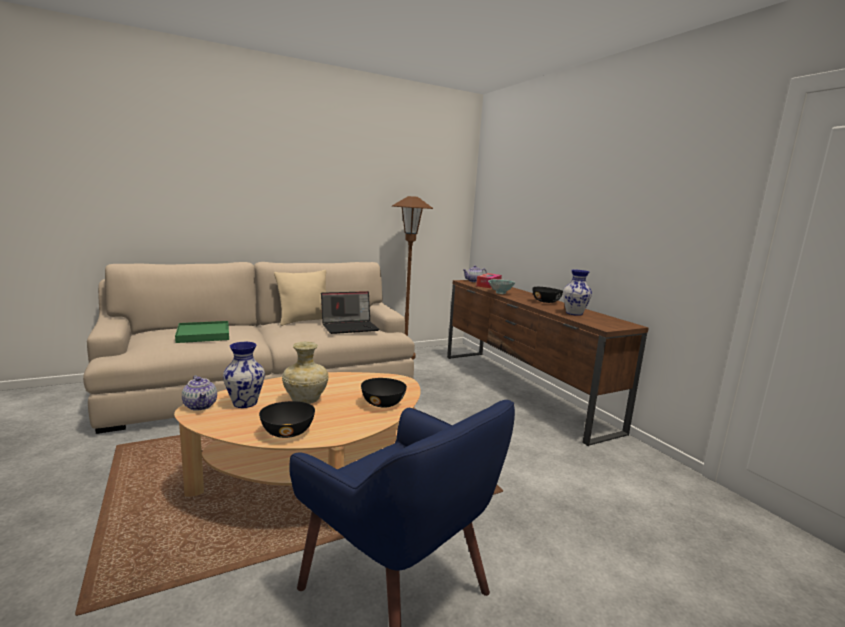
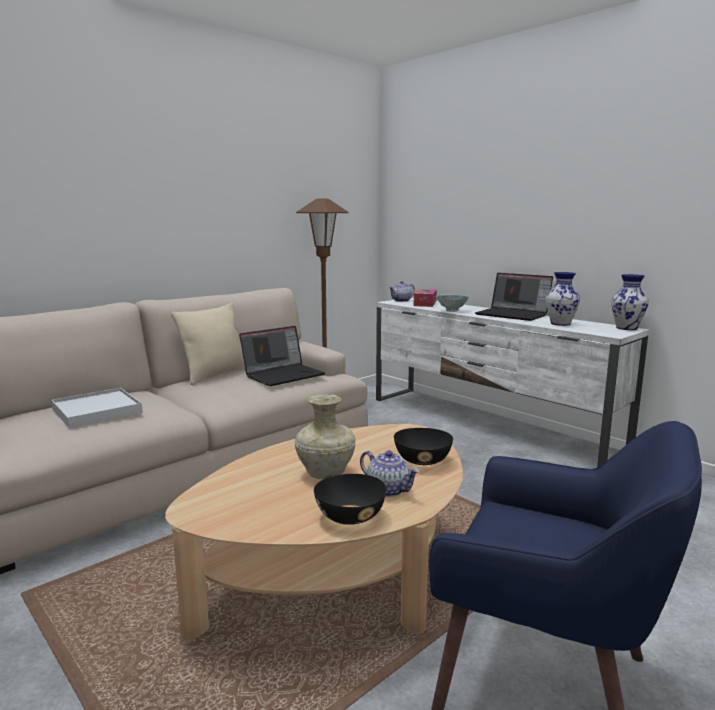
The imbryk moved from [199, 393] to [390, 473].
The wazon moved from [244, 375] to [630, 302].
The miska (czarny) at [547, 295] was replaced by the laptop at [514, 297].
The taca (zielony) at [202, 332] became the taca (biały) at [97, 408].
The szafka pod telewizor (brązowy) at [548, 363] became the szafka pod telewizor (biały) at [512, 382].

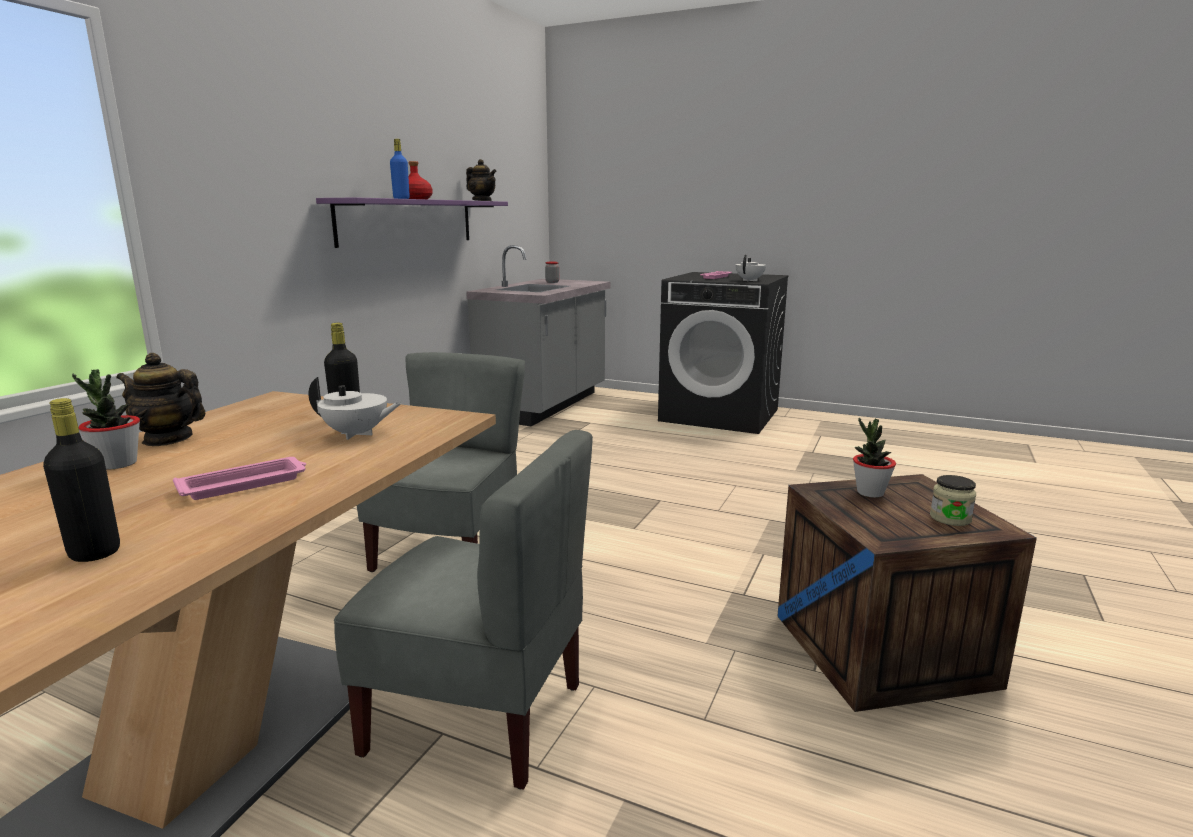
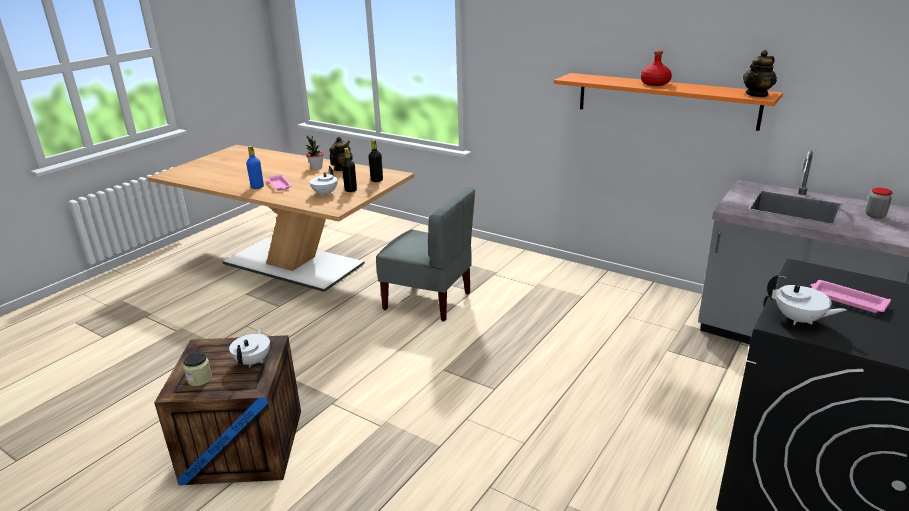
The krzesło (szary) at [463, 610] disappeared.
The butelka (czarny) moved from [81, 480] to [375, 160].
The butelka (niebieski) moved from [400, 169] to [255, 167].
The roślina doniczkowa at [874, 458] was replaced by the imbryk (biały) at [249, 347].
The półka (fioletowy) at [412, 222] became the półka (pomarańczowy) at [668, 102].

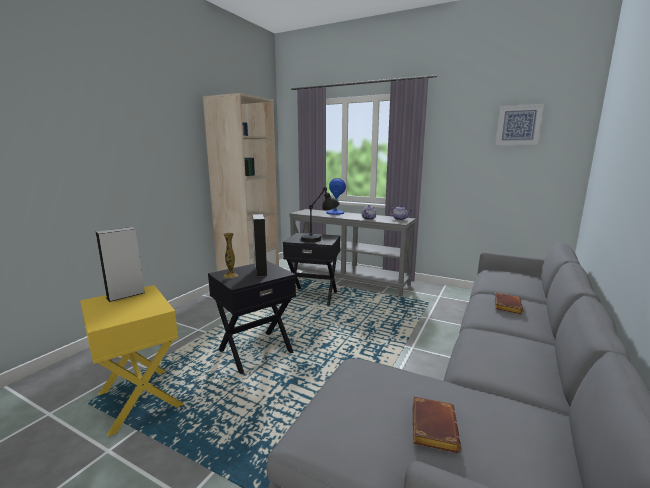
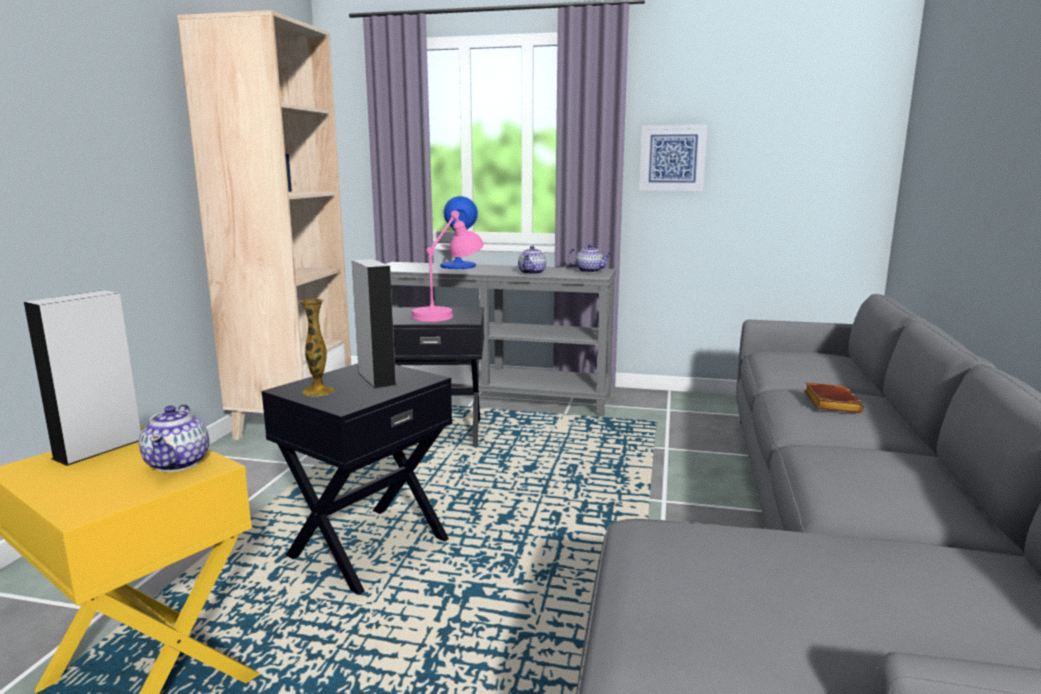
The książka (brązowy) at [436, 425] disappeared.
The imbryk at [174, 438] appeared.
The obraz moved from [520, 124] to [673, 158].
The lampa stołowa (czarny) at [320, 214] became the lampa stołowa (różowy) at [447, 266].

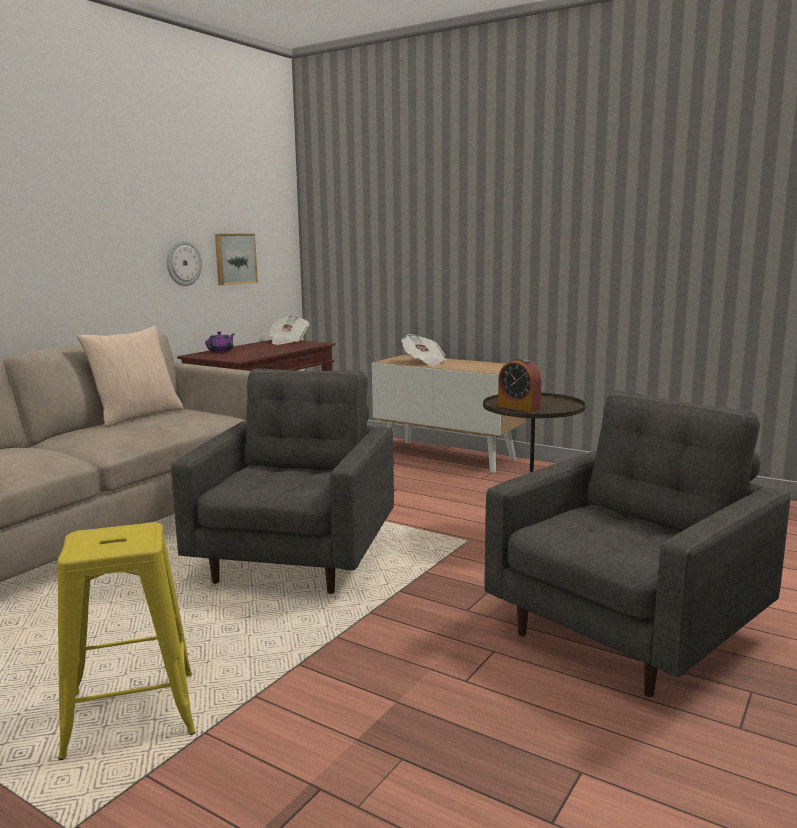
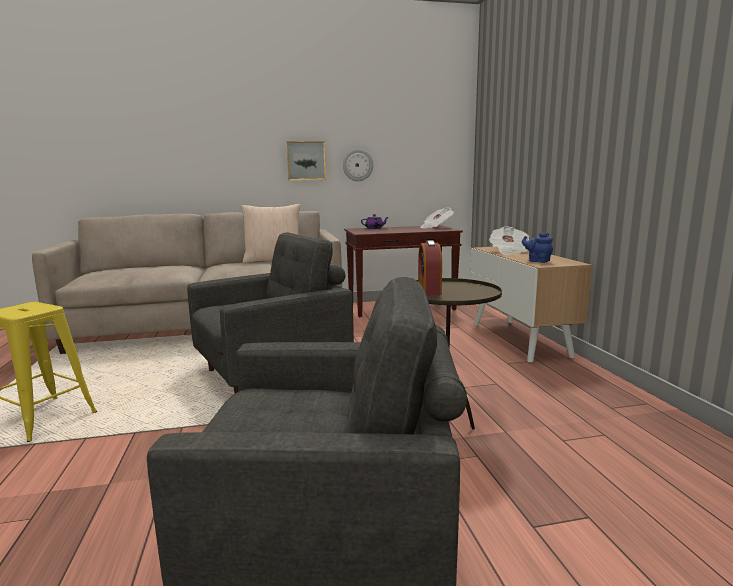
The imbryk (niebieski) at [537, 247] appeared.
The obraz moved from [236, 259] to [306, 161].

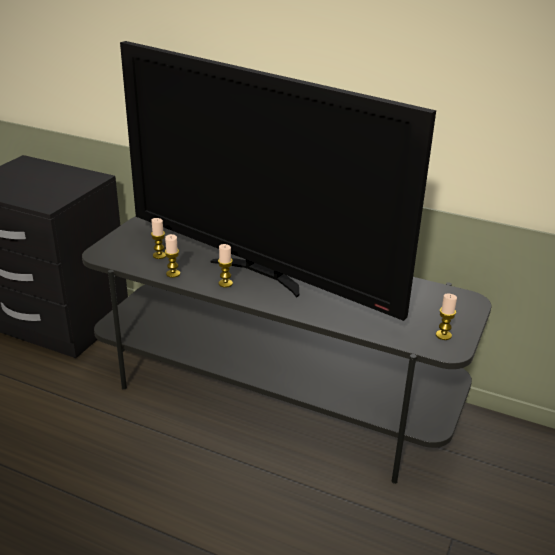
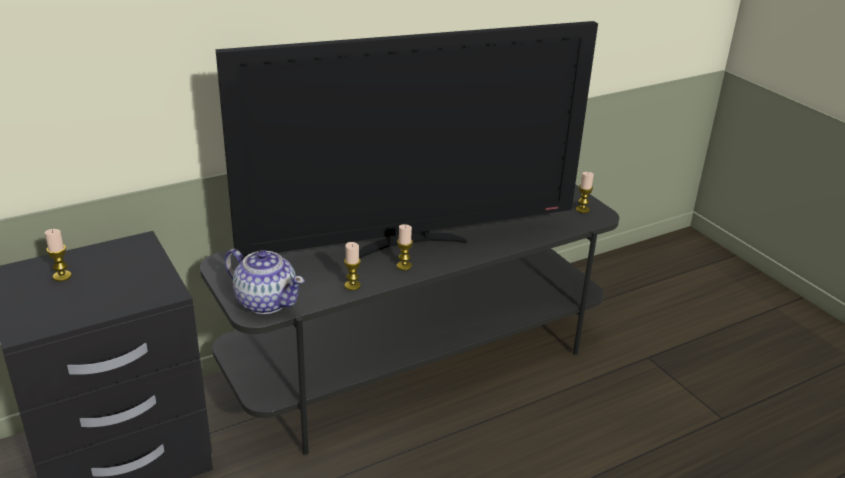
The imbryk at [265, 281] appeared.
The świeca moved from [158, 238] to [58, 255].

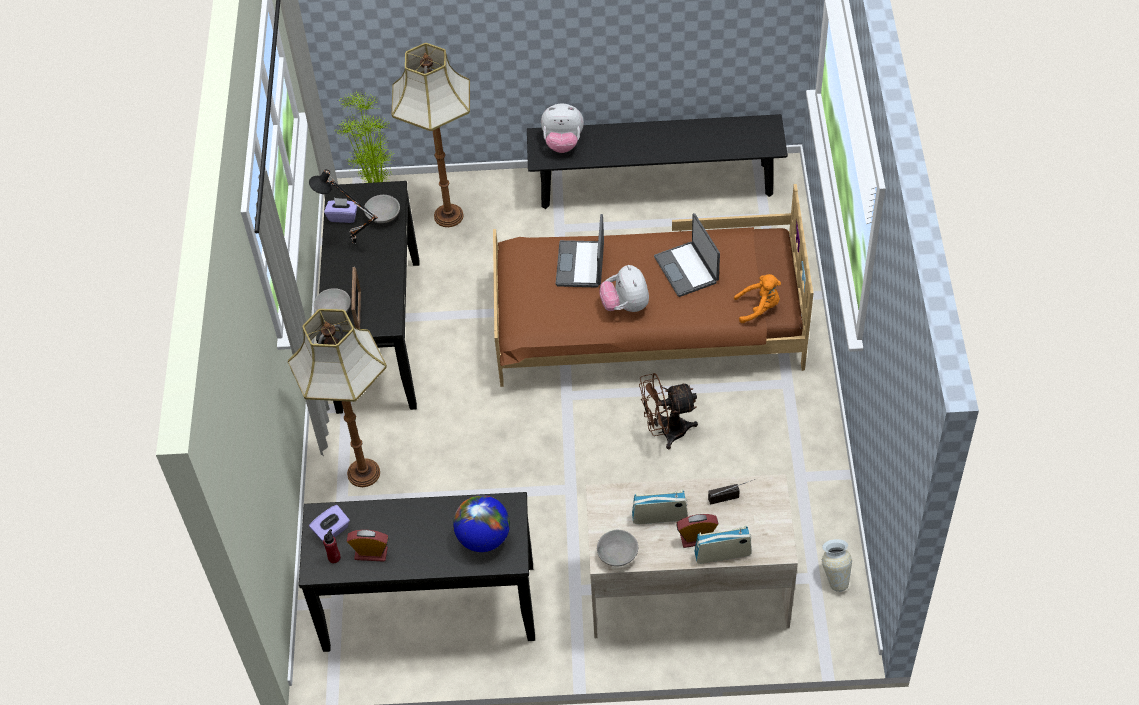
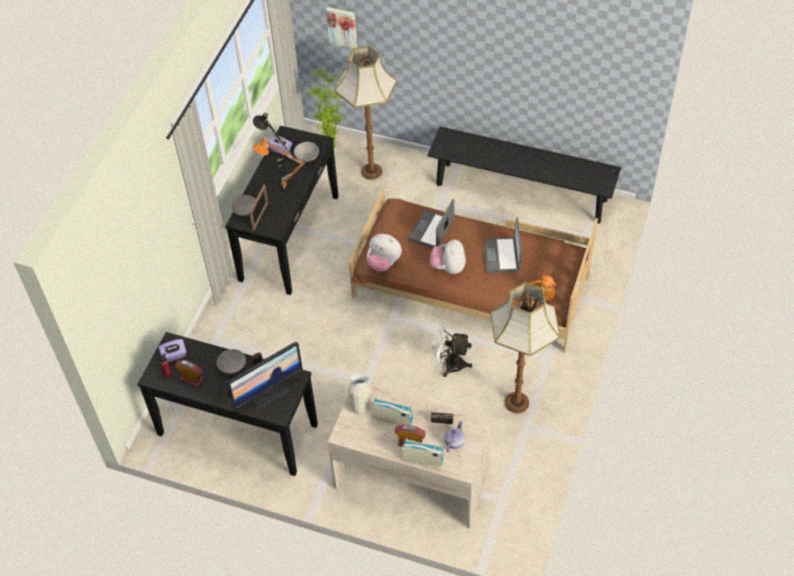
The lampa stołowa (pomarańczowy) at [279, 162] appeared.
The obraz at [341, 27] appeared.
The imbryk at [454, 436] appeared.
The lampa stojąca moved from [337, 398] to [525, 348].
The pluszak moved from [562, 128] to [384, 253].
The miska (szary) moved from [617, 548] to [231, 361].
The wazon moved from [837, 565] to [359, 393].
The globus at [481, 523] was replaced by the monitor at [265, 376].
The wentylator (brązowy) at [668, 411] became the wentylator (biały) at [451, 348].

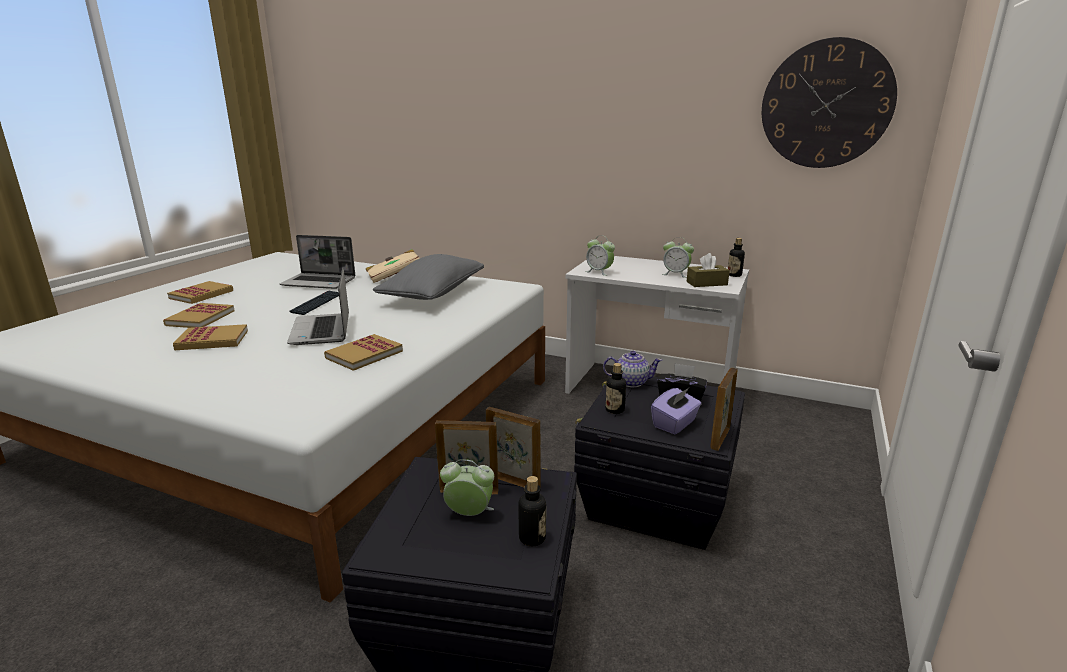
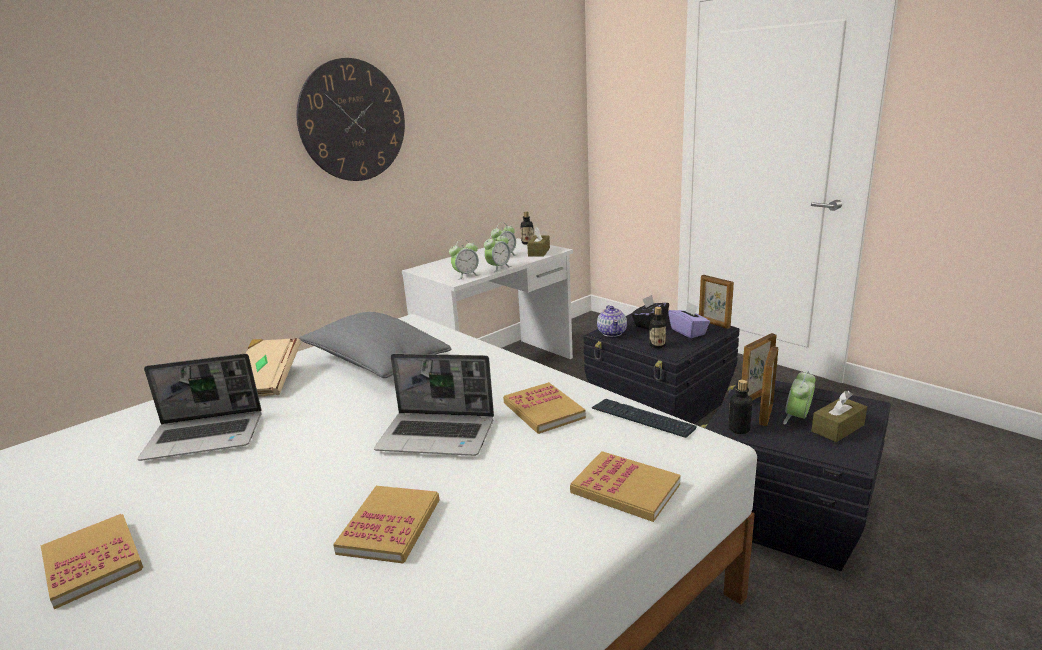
The budzik at [498, 252] appeared.
The pudełko chusteczek (brązowy) at [839, 416] appeared.
The książka moved from [198, 315] to [625, 486].
The klawiatura moved from [314, 302] to [644, 418].
The butelka moved from [532, 511] to [740, 407].
The zegar ścienny moved from [829, 102] to [351, 119].
The laptop at [318, 262] turned 45 degrees clockwise.
The imbryk at [632, 369] turned 150 degrees clockwise.

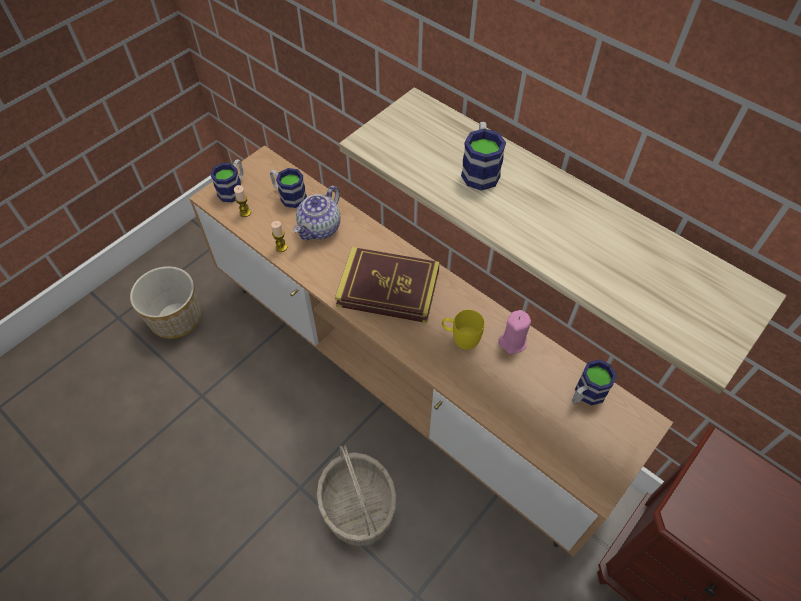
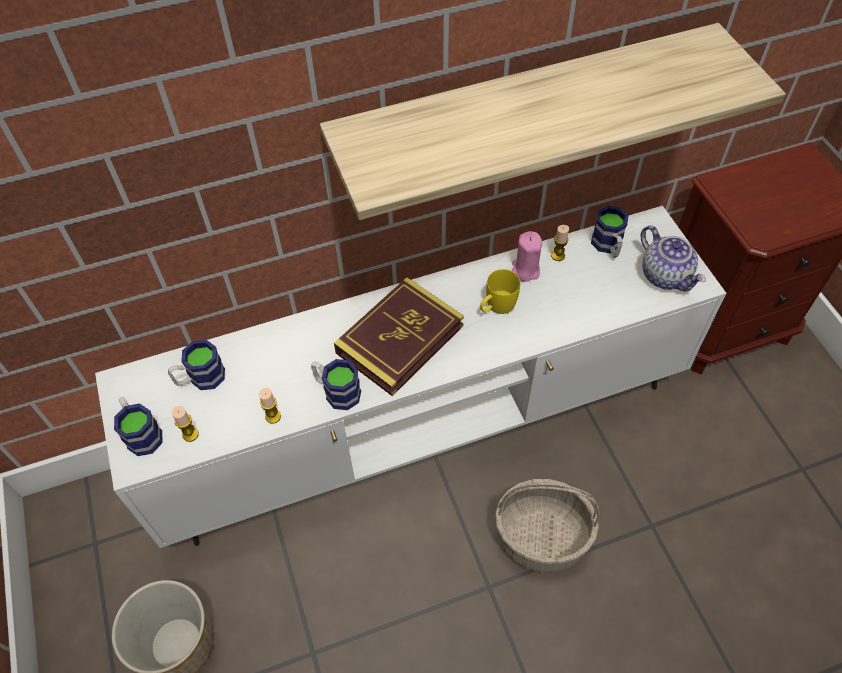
The świeca at [560, 243] appeared.
The imbryk moved from [317, 213] to [673, 258].
The kubek moved from [483, 156] to [336, 384].
The szafka pod telewizor (brązowy) at [431, 351] became the szafka pod telewizor (biały) at [410, 377].

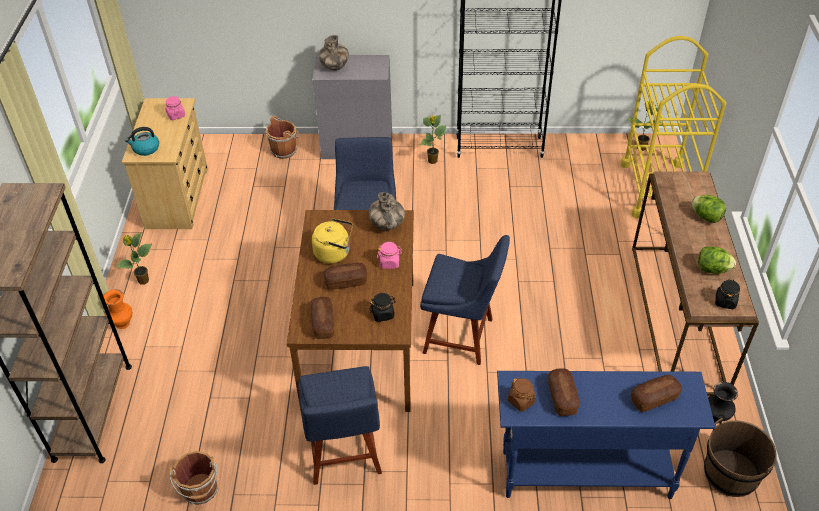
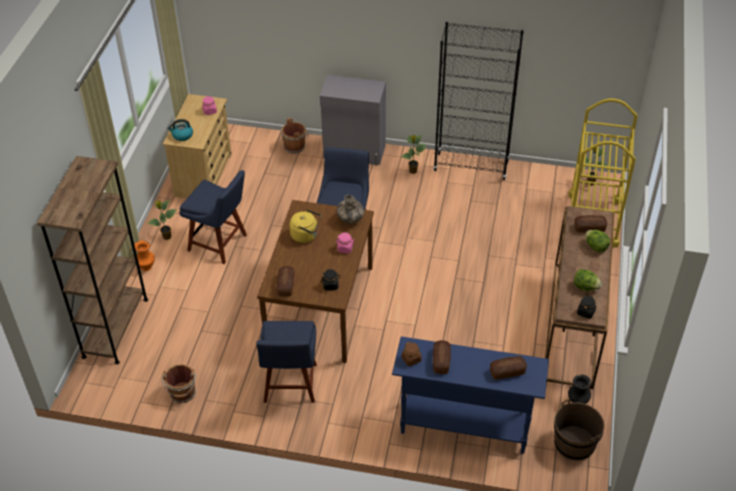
The wazon at [334, 53] disappeared.
The chleb moved from [345, 276] to [590, 224].
The krzesło (niebieski) moved from [465, 300] to [213, 217].

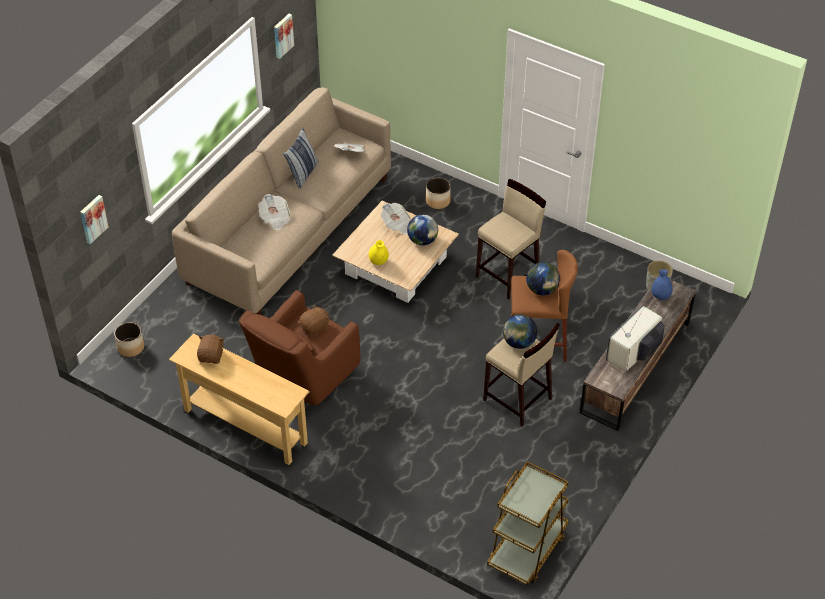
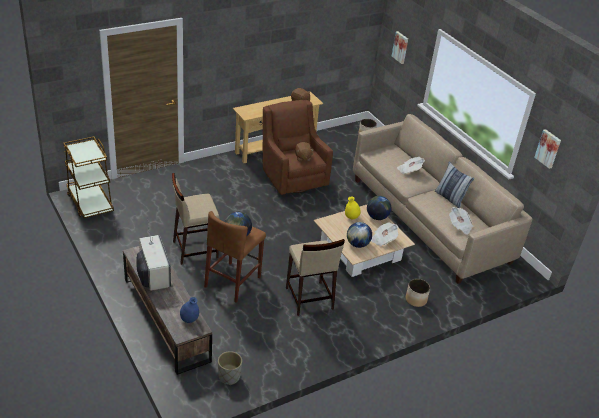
The globus moved from [520, 331] to [379, 208].

